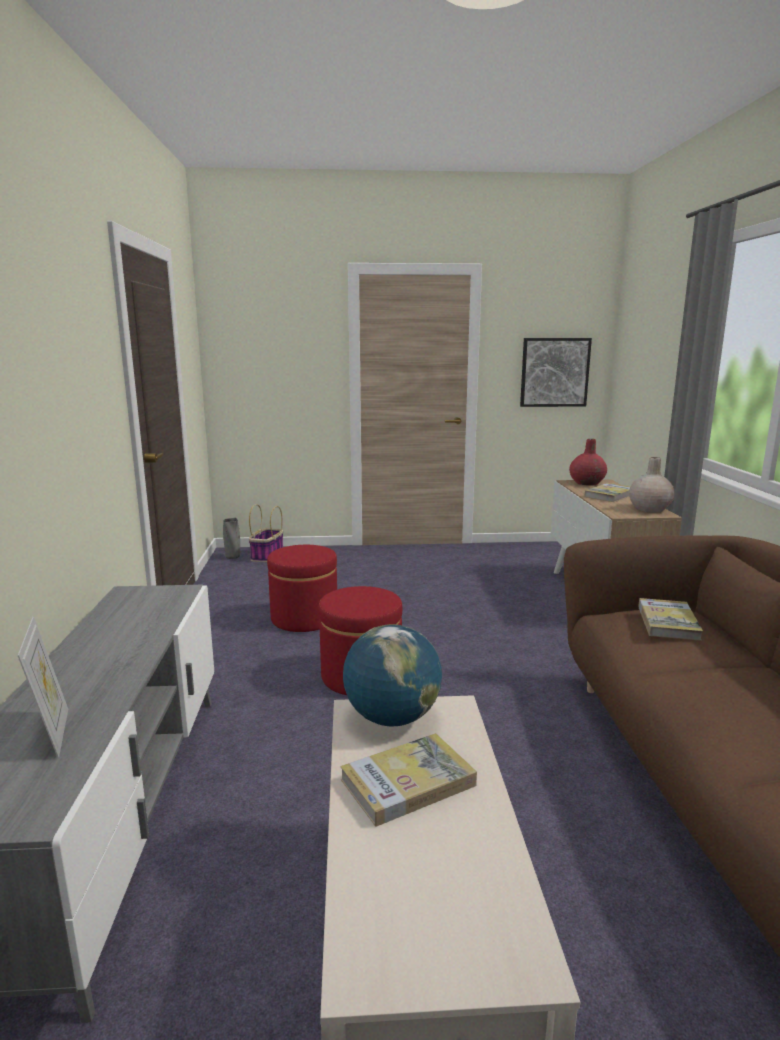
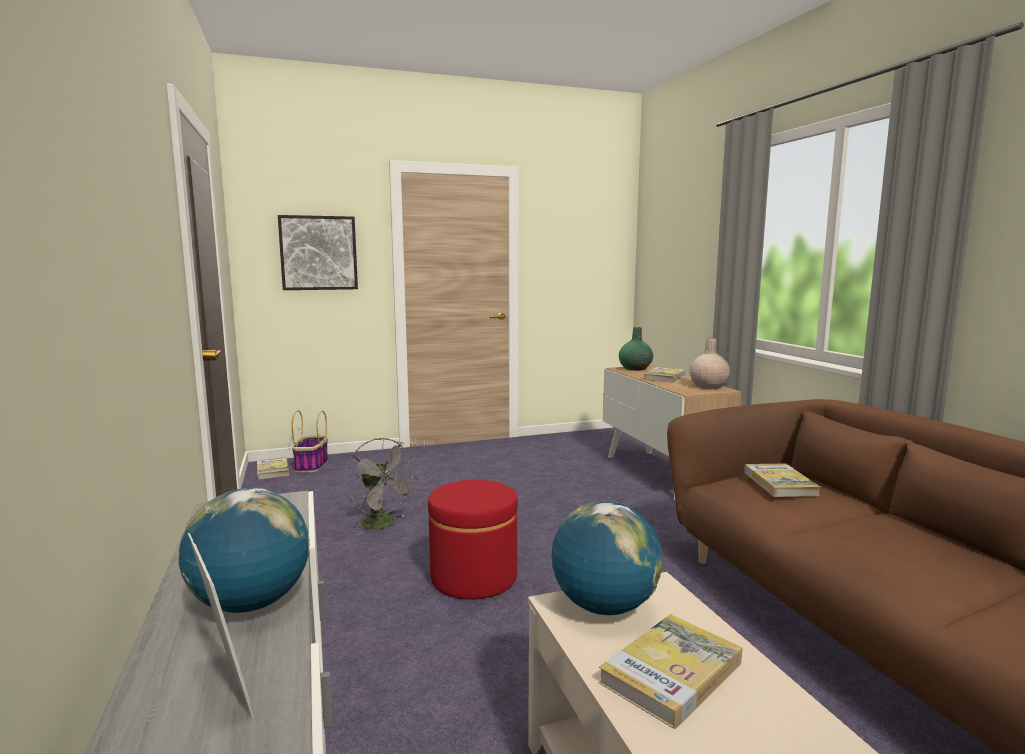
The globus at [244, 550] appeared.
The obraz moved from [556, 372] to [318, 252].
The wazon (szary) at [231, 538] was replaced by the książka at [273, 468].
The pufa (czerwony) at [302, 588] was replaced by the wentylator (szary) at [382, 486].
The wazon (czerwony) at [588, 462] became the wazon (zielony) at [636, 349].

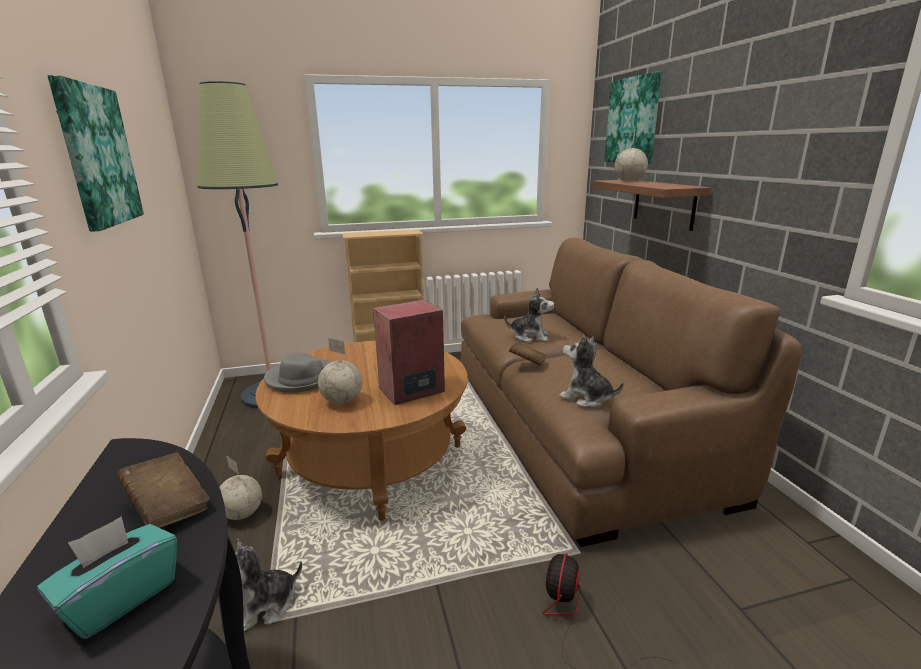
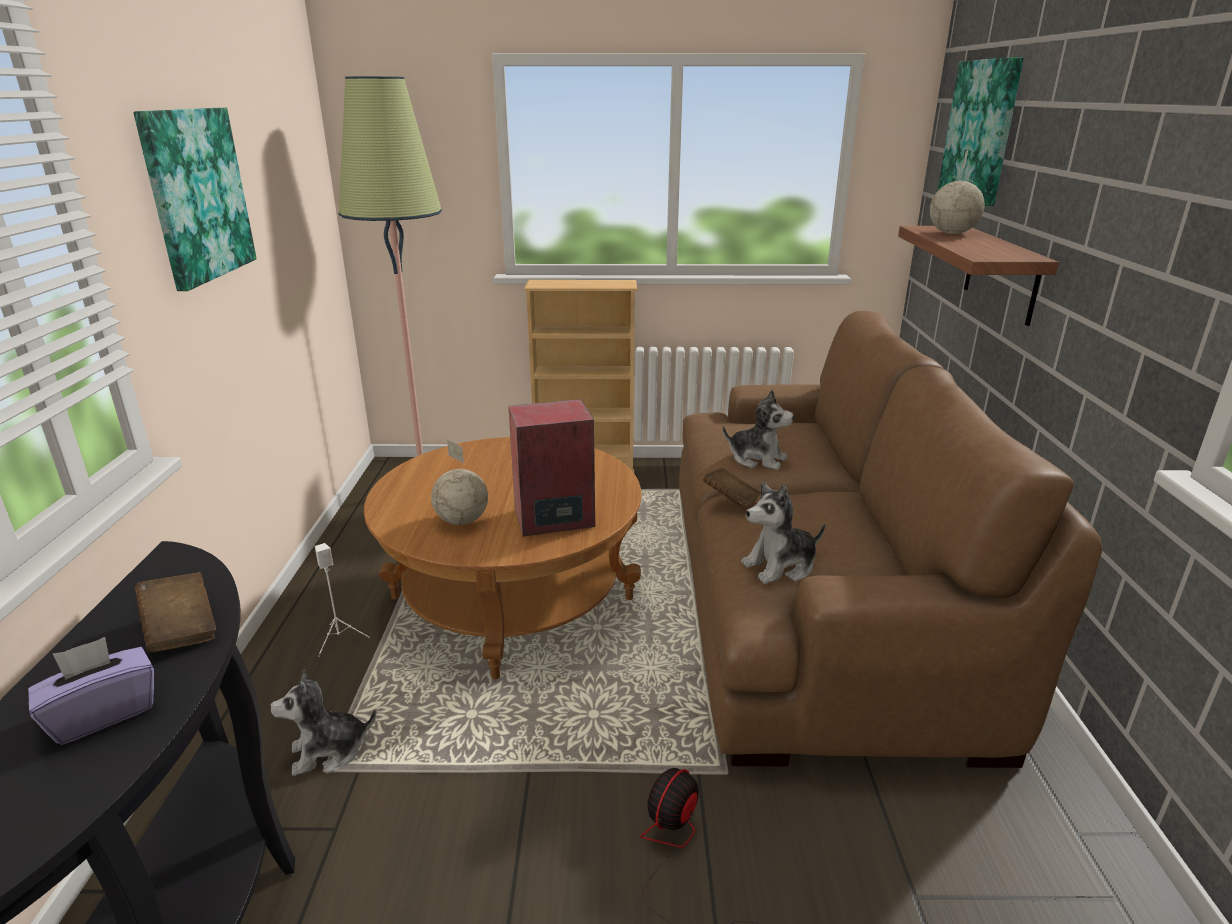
The kapelusz (szary) at [298, 372] disappeared.
The globus at [240, 487] was replaced by the głośnik (biały) at [342, 600].
The pudełko chusteczek (turkusowy) at [107, 578] became the pudełko chusteczek (fioletowy) at [91, 691].
The pluszak at [591, 371] turned 75 degrees counterclockwise.

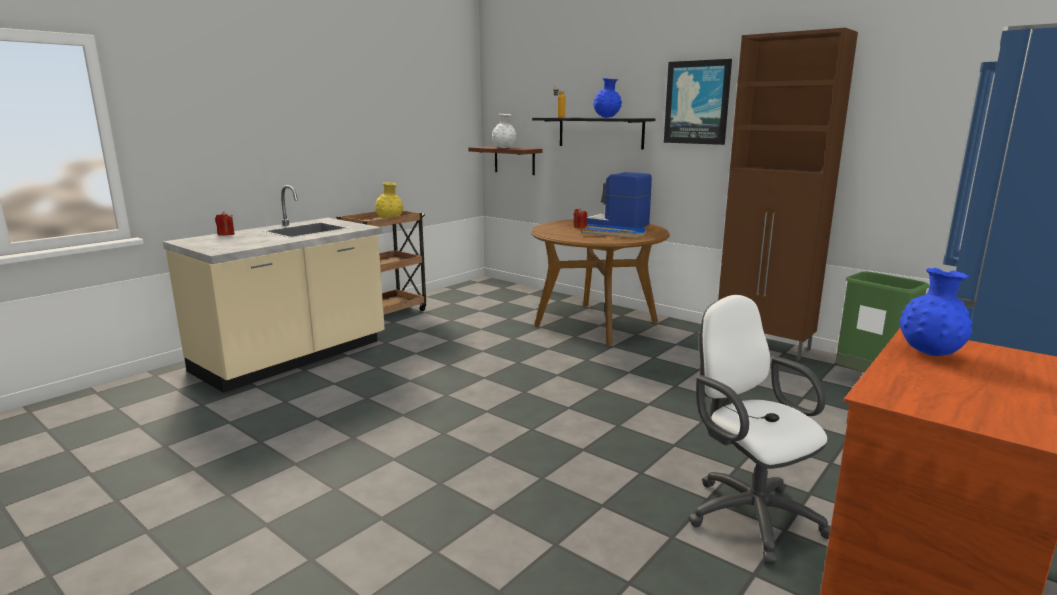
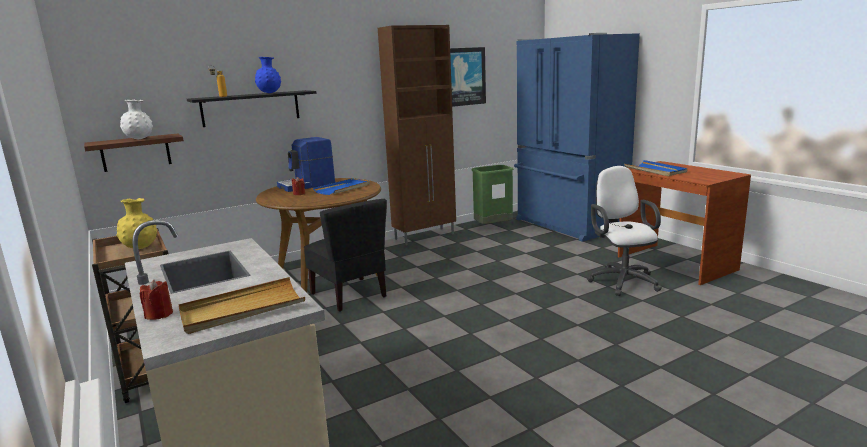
The taca (beżowy) at [242, 305] appeared.
The krzesło (czarny) at [345, 255] appeared.
The obraz moved from [698, 102] to [468, 77].
The wazon (niebieski) at [935, 312] was replaced by the taca (niebieski) at [656, 168].
The krzesło biurowe (biały) at [759, 430] turned 90 degrees clockwise.

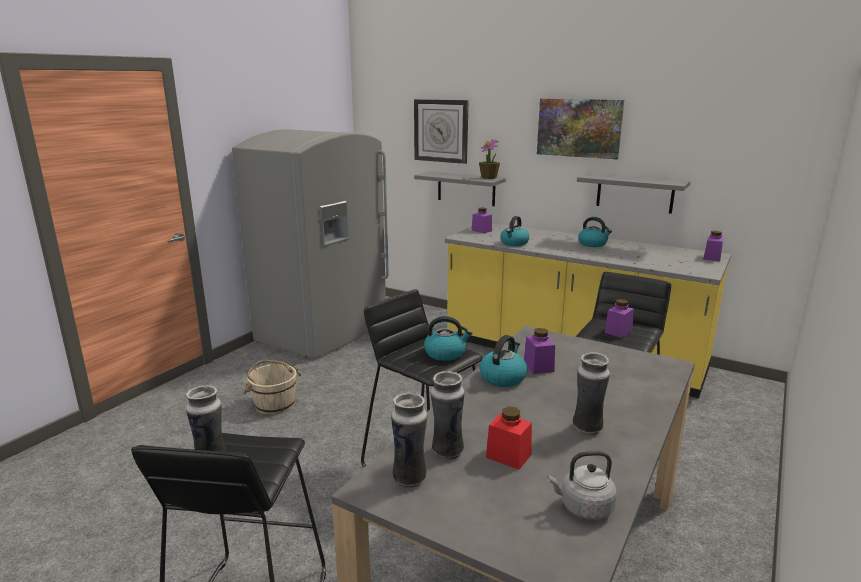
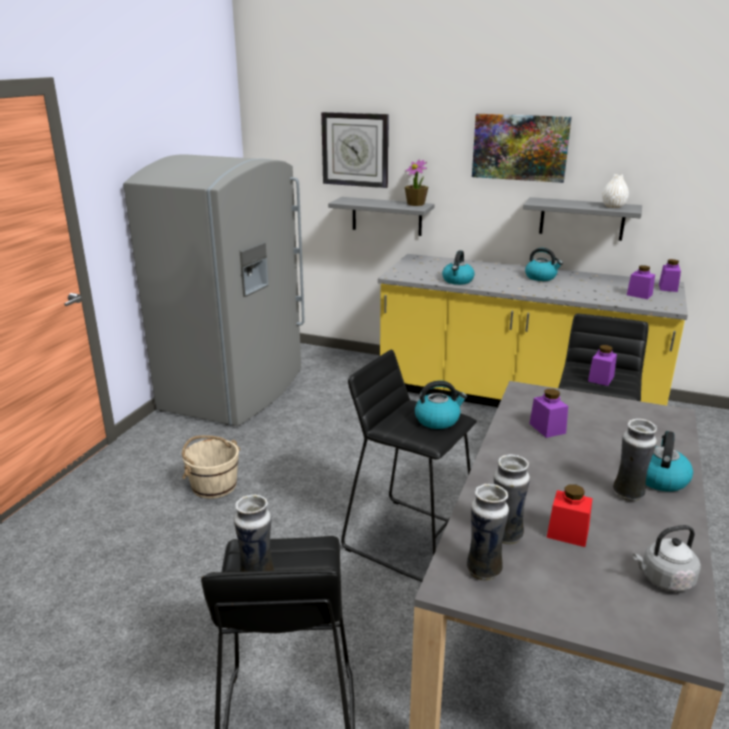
The wazon (biały) at [615, 191] appeared.
The słoik (fioletowy) moved from [482, 221] to [641, 282].
The czajnik moved from [503, 361] to [669, 461].

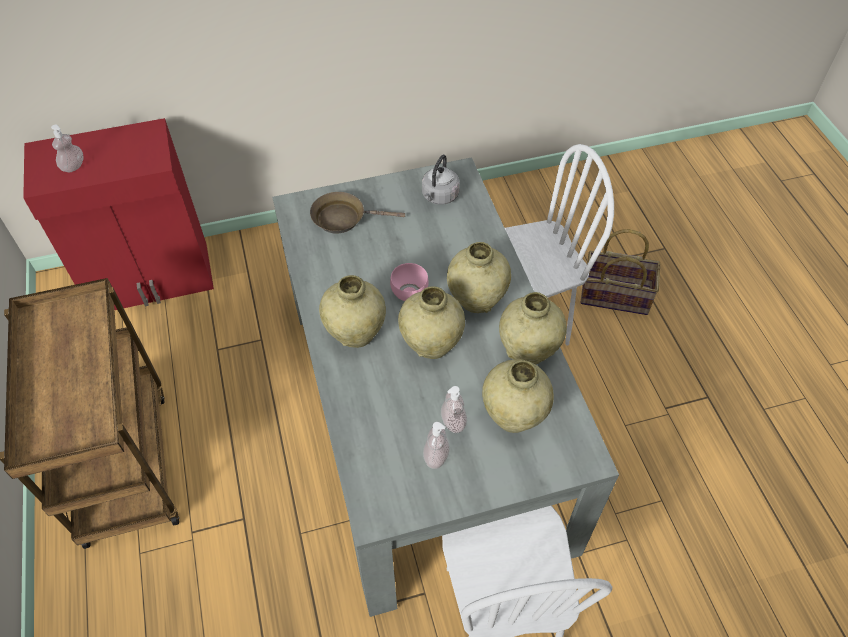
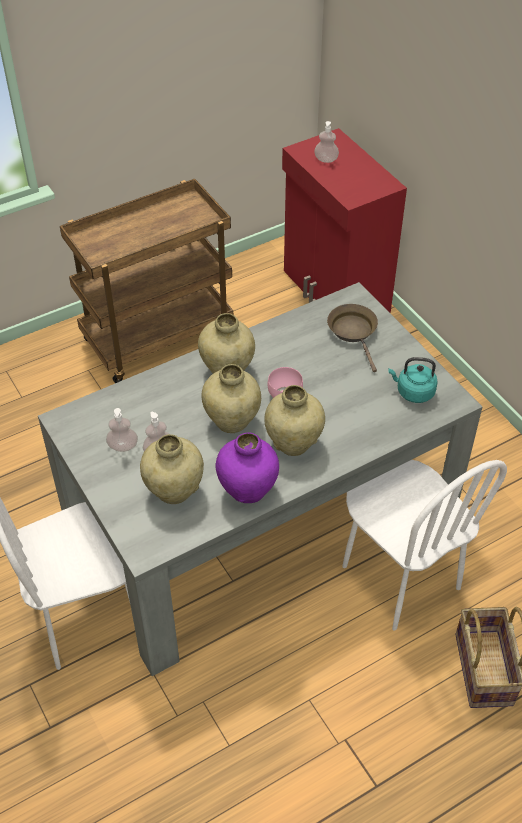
The czajnik (szary) at [441, 180] became the czajnik (turkusowy) at [413, 380].
The wazon (beżowy) at [533, 328] became the wazon (fioletowy) at [247, 468].

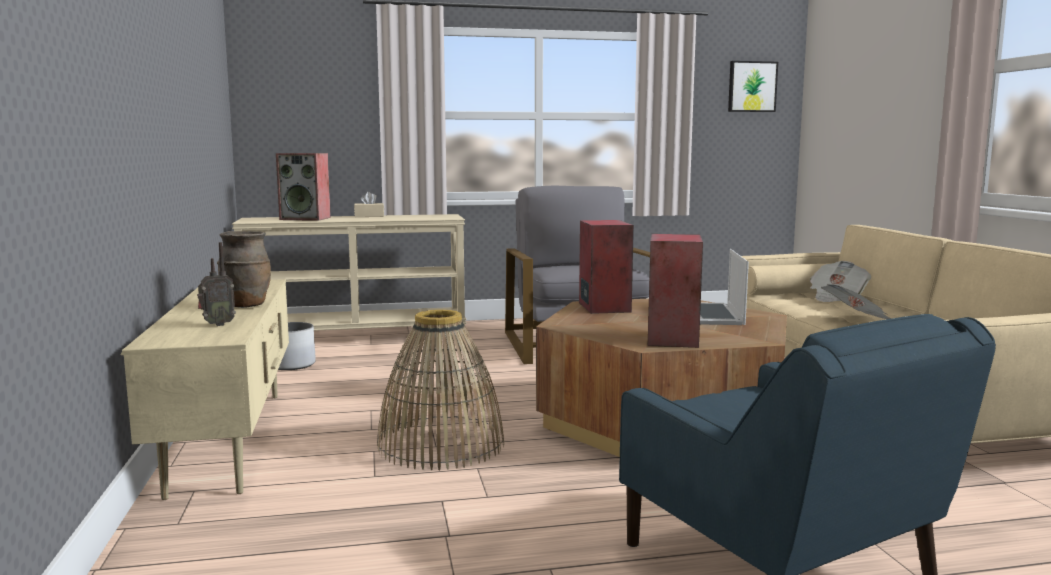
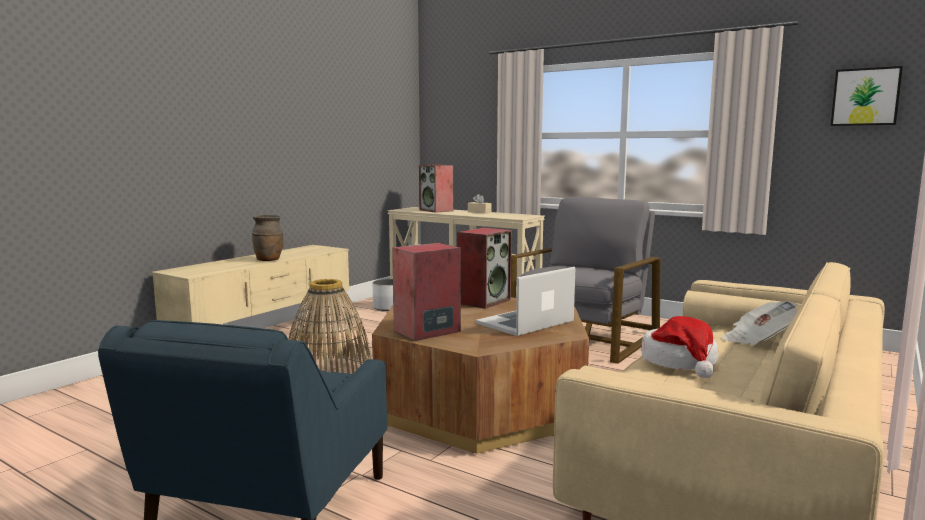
The radio at [216, 284] disappeared.
The gazeta at [856, 301] was replaced by the kapelusz at [680, 347].

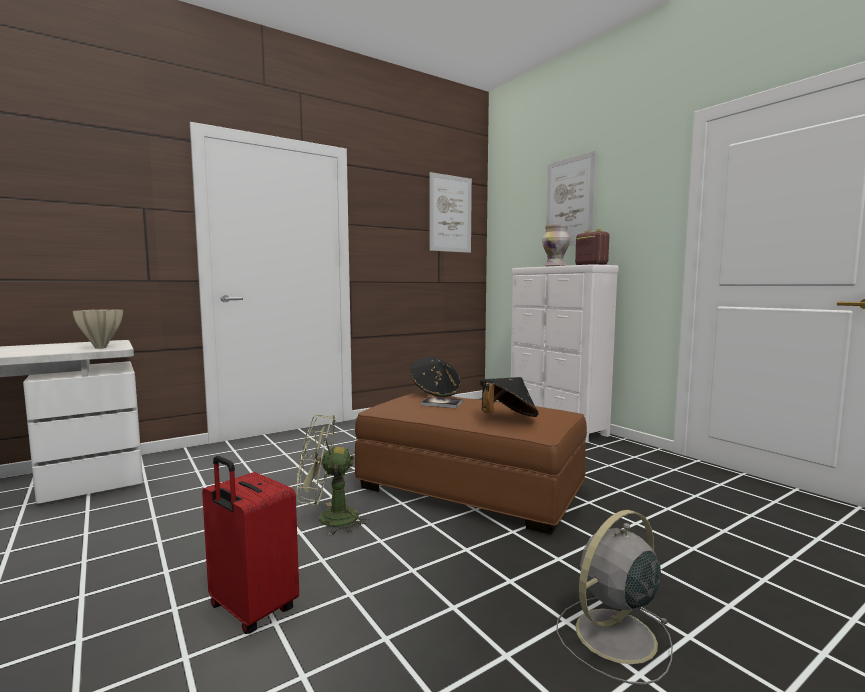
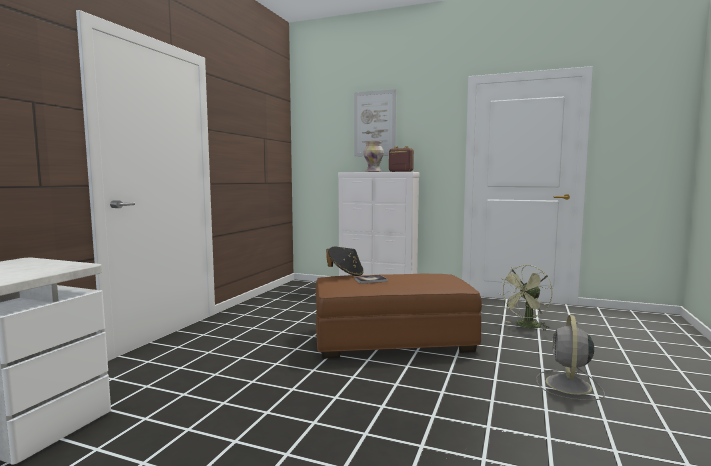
The wazon (beżowy) at [97, 329] disappeared.
The walizka (czerwony) at [250, 545] disappeared.
The obraz at [450, 212] disappeared.
The kapelusz (czarny) at [509, 397] disappeared.
The wentylator (zielony) moved from [333, 475] to [525, 298].

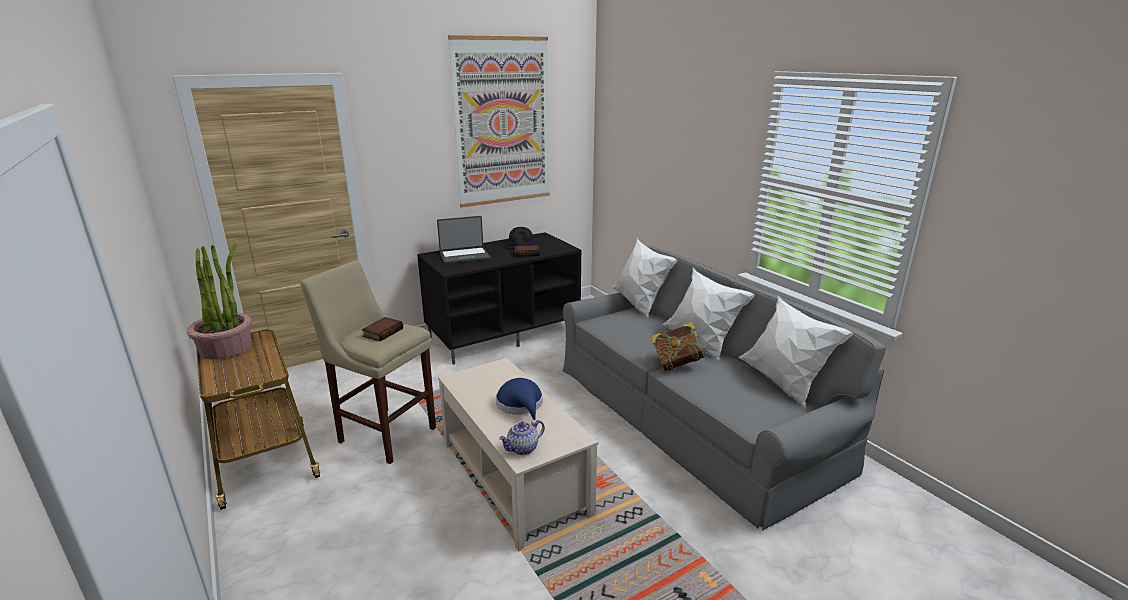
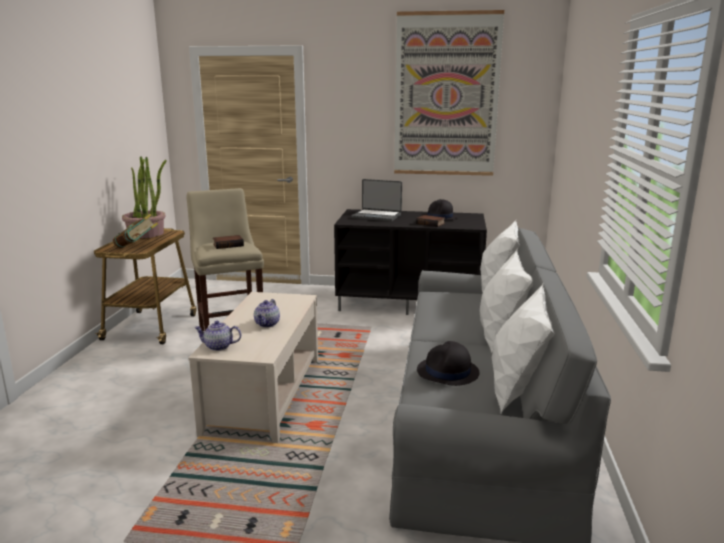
The kapelusz (czarny) at [448, 363] appeared.
The książka moved from [679, 346] to [135, 231].
The kapelusz (niebieski) at [519, 402] was replaced by the imbryk at [267, 313].

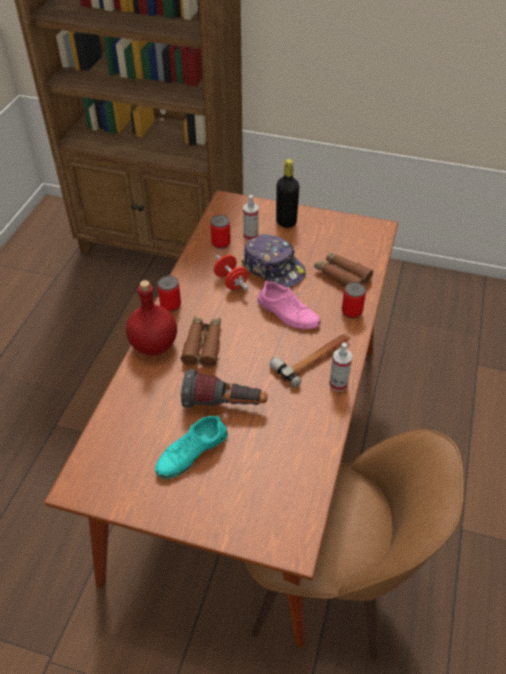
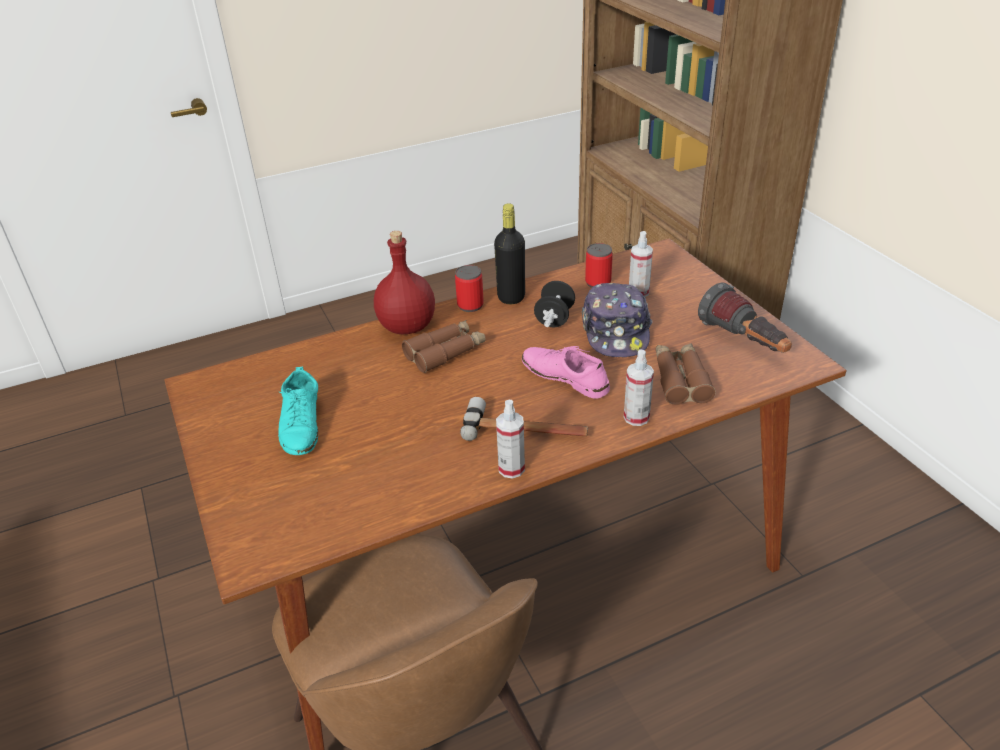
The latarka moved from [224, 389] to [745, 317].
The butelka (czarny) moved from [288, 193] to [509, 253].
The puszka at [354, 300] was replaced by the spryskiwacz at [639, 387].
The hantel (czerwony) at [231, 272] became the hantel (czarny) at [554, 304].
The but (turkusowy) at [191, 447] turned 105 degrees counterclockwise.
The but (różowy) at [289, 304] turned 135 degrees clockwise.

